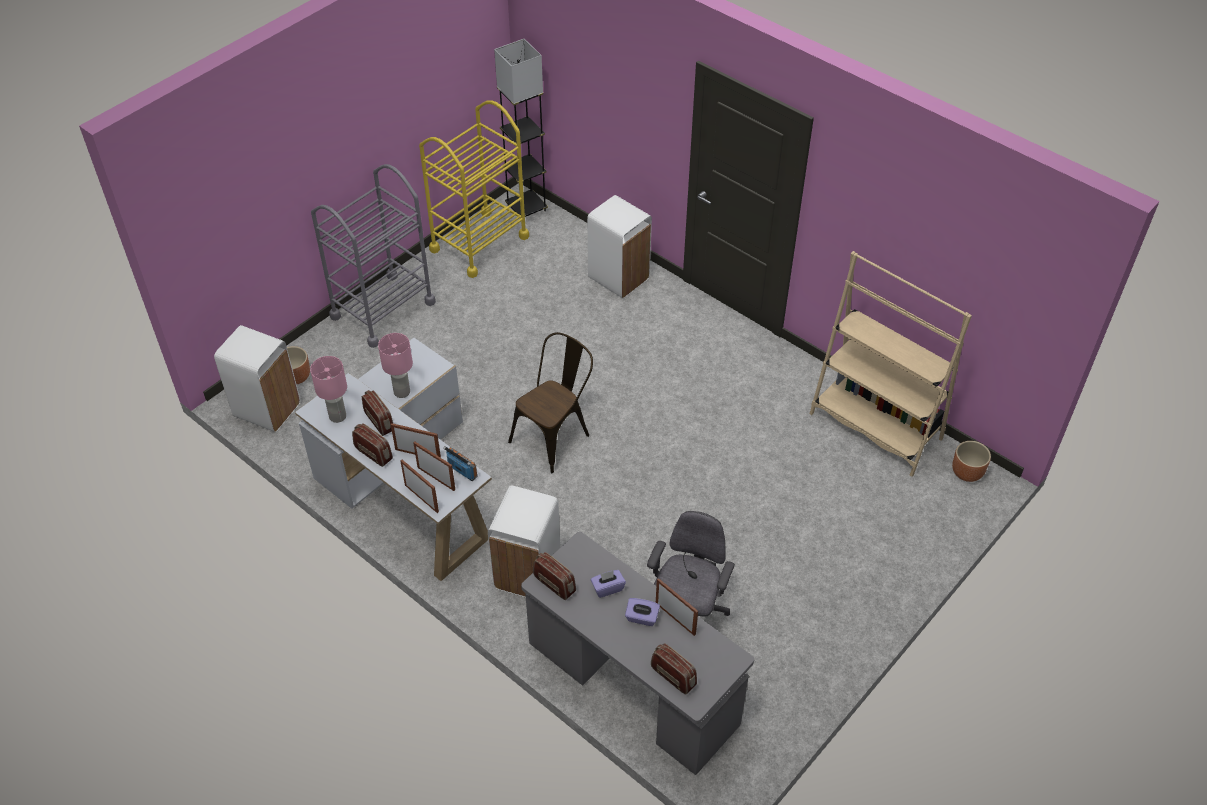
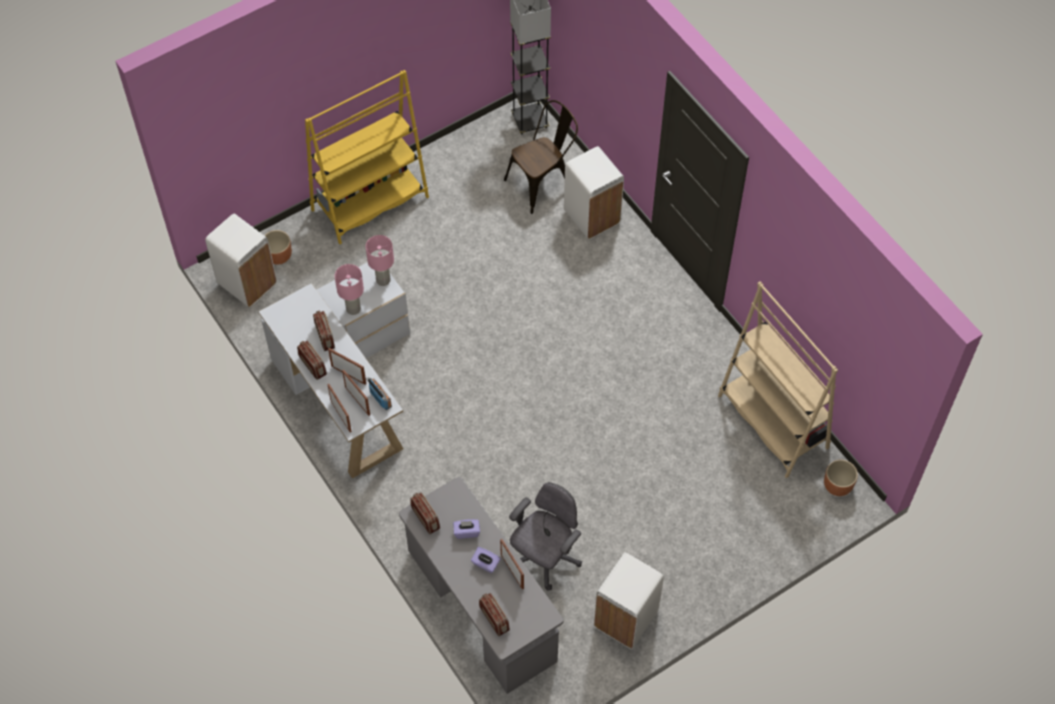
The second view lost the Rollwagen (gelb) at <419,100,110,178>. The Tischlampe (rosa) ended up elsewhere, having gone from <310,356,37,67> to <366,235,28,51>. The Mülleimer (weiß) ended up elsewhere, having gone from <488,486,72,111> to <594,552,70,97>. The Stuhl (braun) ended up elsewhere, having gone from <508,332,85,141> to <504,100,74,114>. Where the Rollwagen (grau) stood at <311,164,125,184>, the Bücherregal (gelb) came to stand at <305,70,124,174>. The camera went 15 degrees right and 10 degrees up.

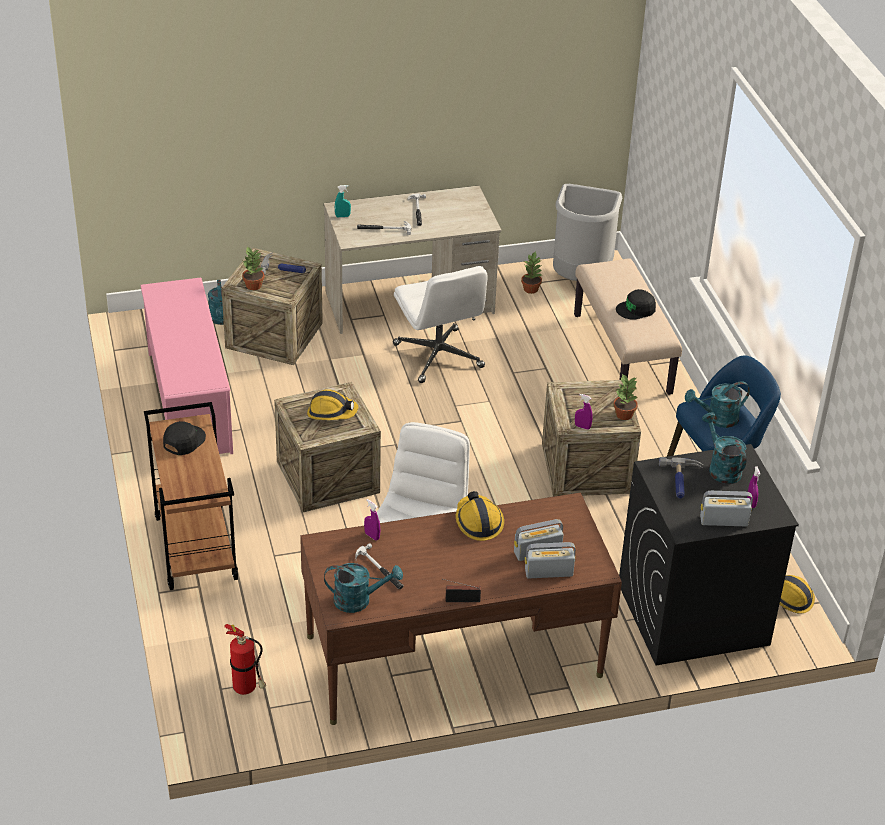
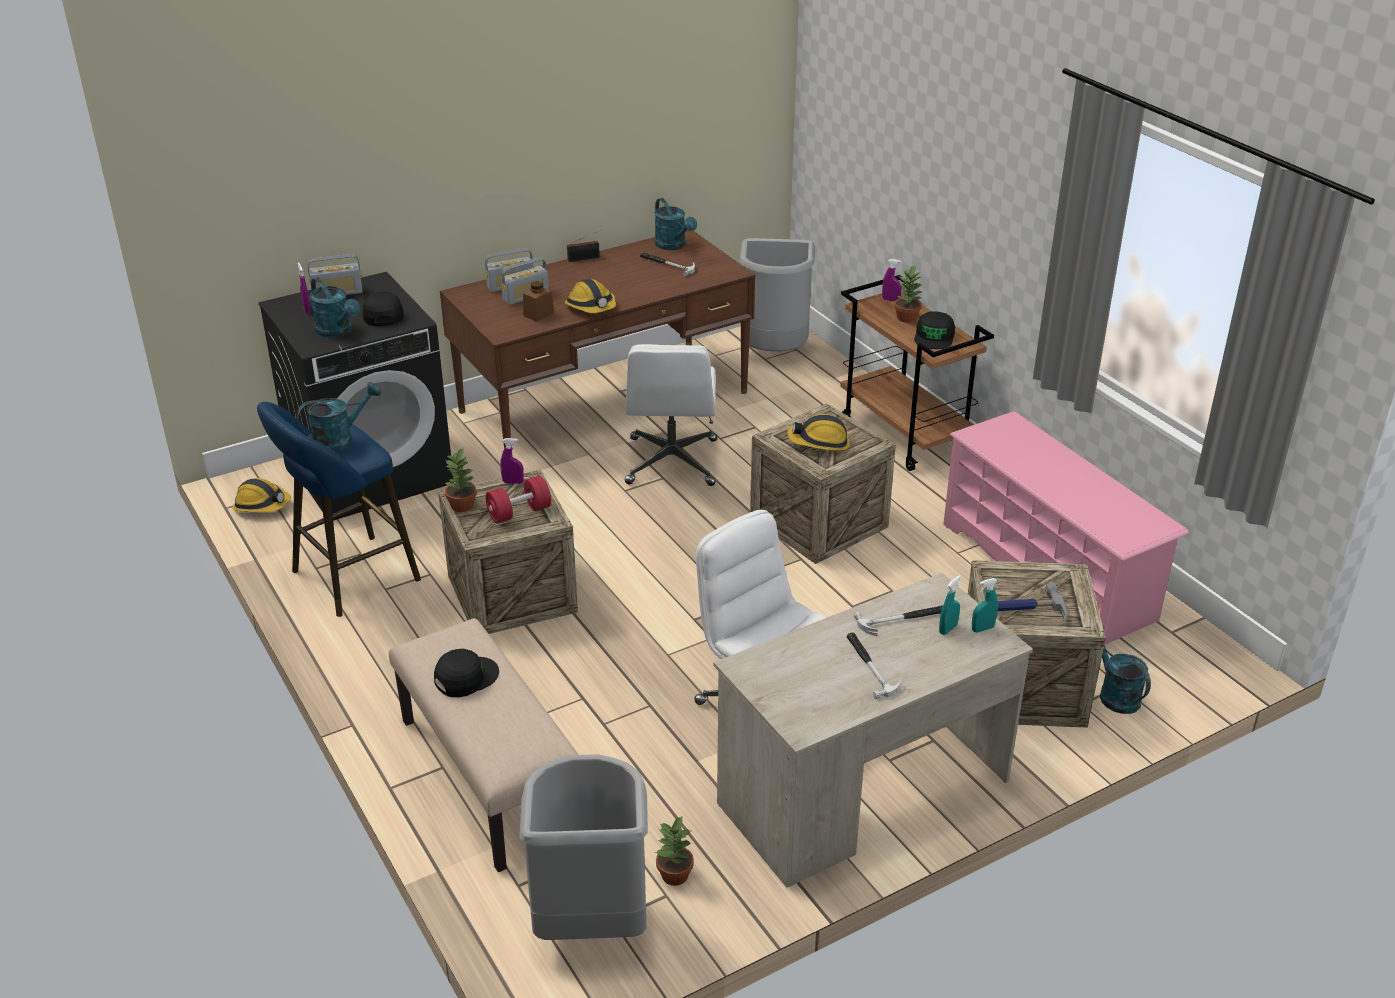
The second view gained the Hantel (rot) at <485,476,66,47>. The second view gained the Vorratsglas (braun) at <523,281,31,41>. The second view gained the Sprühflasche (türkis) at <939,575,22,60>. The Topfpflanze ended up elsewhere, having gone from <242,247,22,43> to <894,265,29,58>. The Sprühflasche (lila) ended up elsewhere, having gone from <364,499,16,41> to <882,259,20,43>. Where the Feuerlöscher stood at <224,624,42,71>, the Mülleimer (grau) came to stand at <739,238,76,114>. Where the Hammer stood at <659,457,44,42>, the Kappe (schwarz) came to stand at <362,292,42,34>. The Gießkanne (türkis) at <324,563,79,50> ended up facing another way, 105 degrees counterclockwise from before. The camera went 165 degrees right and 5 degrees down.

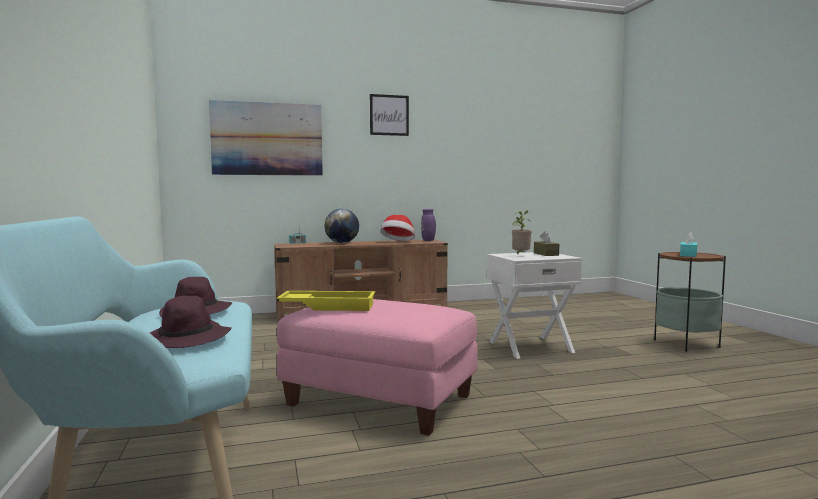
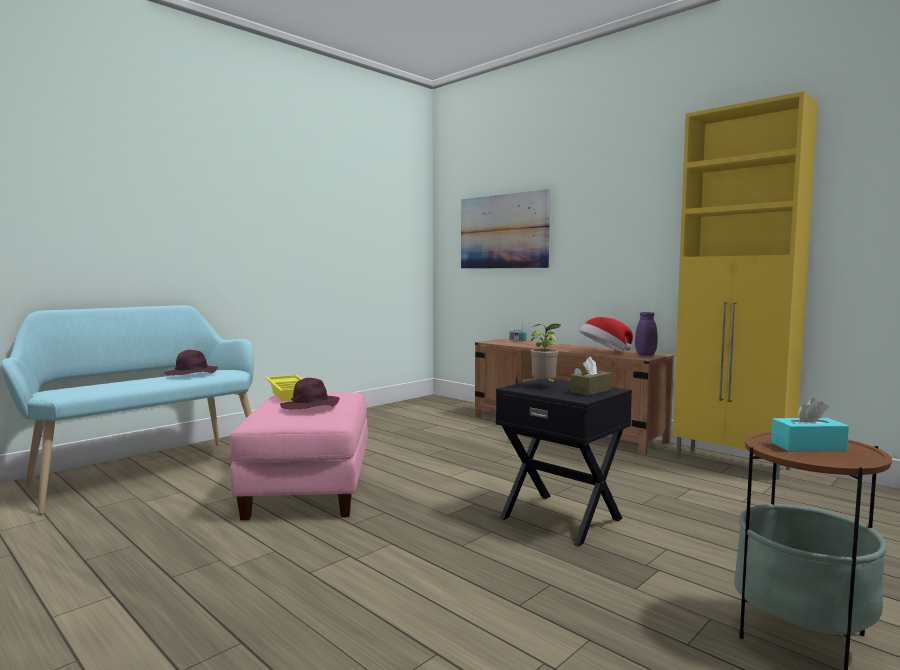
The second view lost the Globus at <325,209,34,34>. The second view lost the Bild at <370,94,39,42>. The second view gained the Schrank (gelb) at <673,91,145,389>. The Hut (lila) ended up elsewhere, having gone from <150,296,82,52> to <280,378,59,32>. What was the Beistelltisch (weiß) at <487,252,95,107> turned into the Beistelltisch (schwarz) at <496,379,136,168>. The camera went 60 degrees right and 0 degrees up.

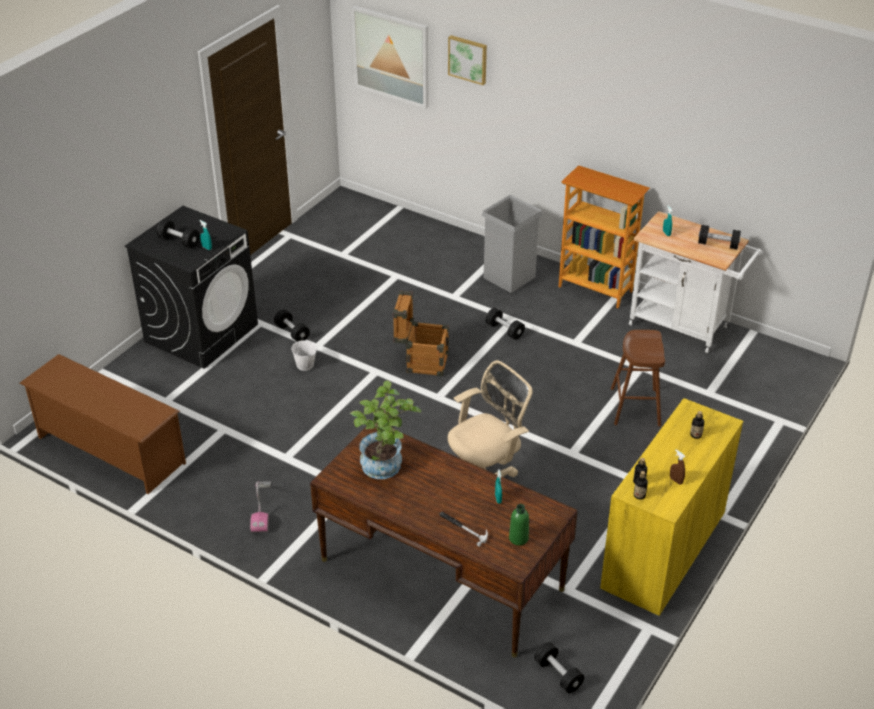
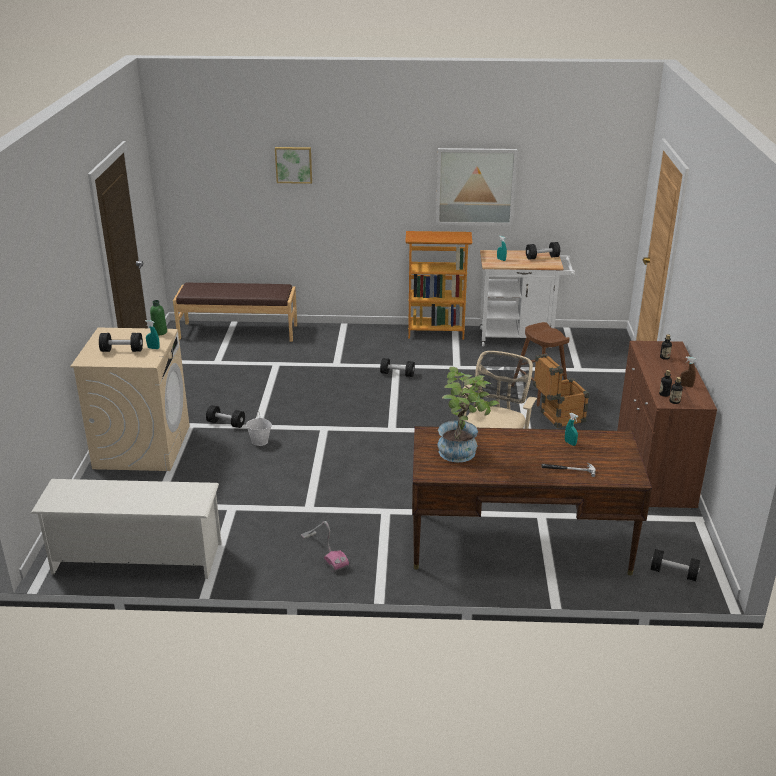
The second view lost the Mülleimer (grau) at <482,195,61,98>. The second view gained the Bank (braun) at <173,283,124,59>. The Bild ended up elsewhere, having gone from <351,6,78,103> to <436,148,82,78>. The Kiste ended up elsewhere, having gone from <393,291,56,85> to <533,354,56,74>. The Flasche (grün) ended up elsewhere, having gone from <509,504,20,42> to <150,300,17,35>. What was the Schuhregal (braun) at <19,354,167,140> turned into the Schuhregal (weiß) at <30,479,192,100>. What was the Waschmaschine (schwarz) at <125,206,133,163> turned into the Waschmaschine (beige) at <70,328,120,143>. What was the Schrank (gelb) at <600,398,143,219> turned into the Schrank (braun) at <617,341,100,169>. The camera went 30 degrees left and 10 degrees down.

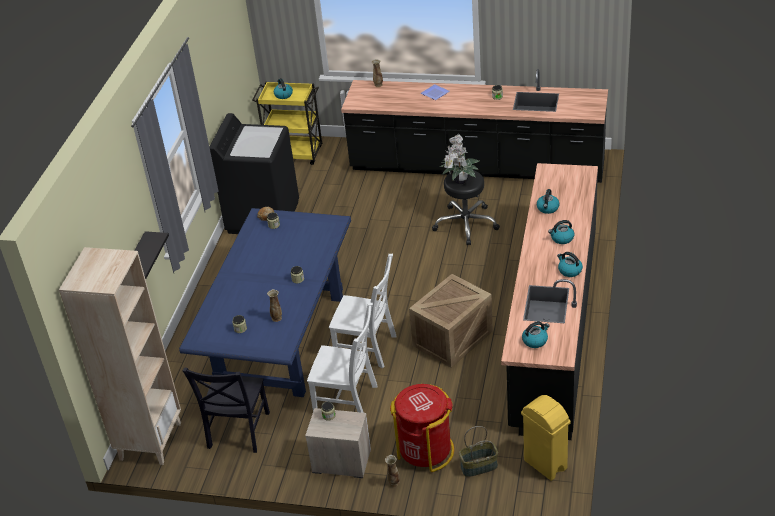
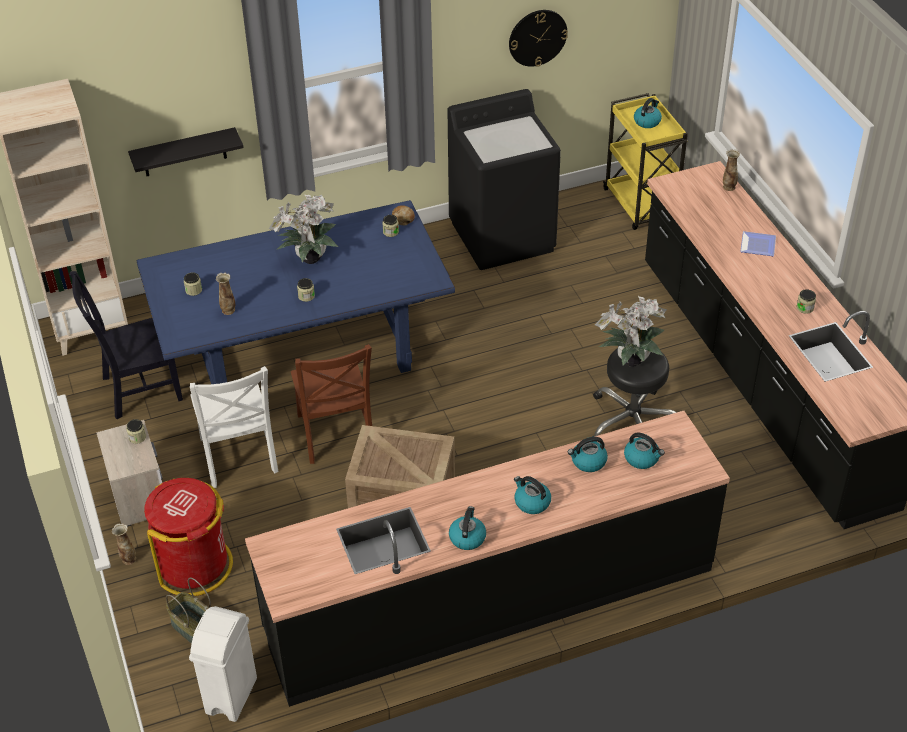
The second view gained the Topfpflanze at <269,195,69,69>. The second view gained the Wanduhr at <509,10,59,57>. The Wasserkessel ended up elsewhere, having gone from <522,321,28,27> to <624,432,41,37>. What was the Stuhl (weiß) at <329,254,67,114> turned into the Stuhl (braun) at <291,344,81,120>. What was the Mülleimer (gelb) at <521,395,50,86> turned into the Mülleimer (weiß) at <189,606,68,116>. The camera went 55 degrees right and 5 degrees up.

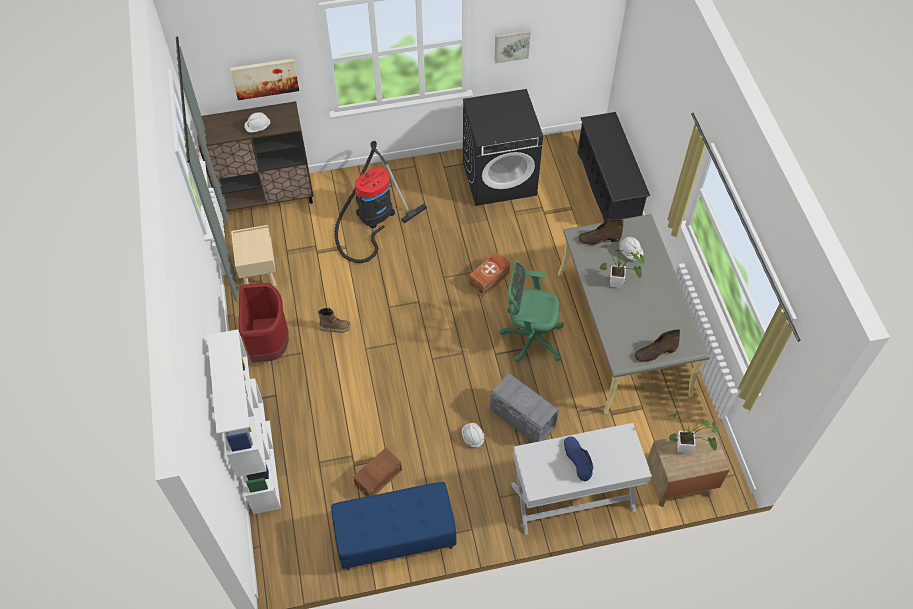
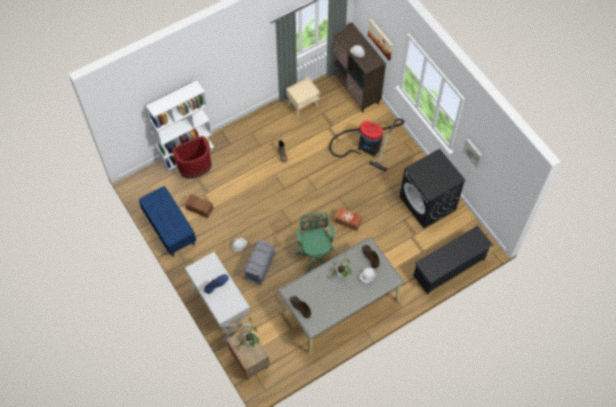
The Mülleimer (rot) ended up elsewhere, having gone from <239,283,50,80> to <172,136,40,43>. The camera went 70 degrees right and 5 degrees up.

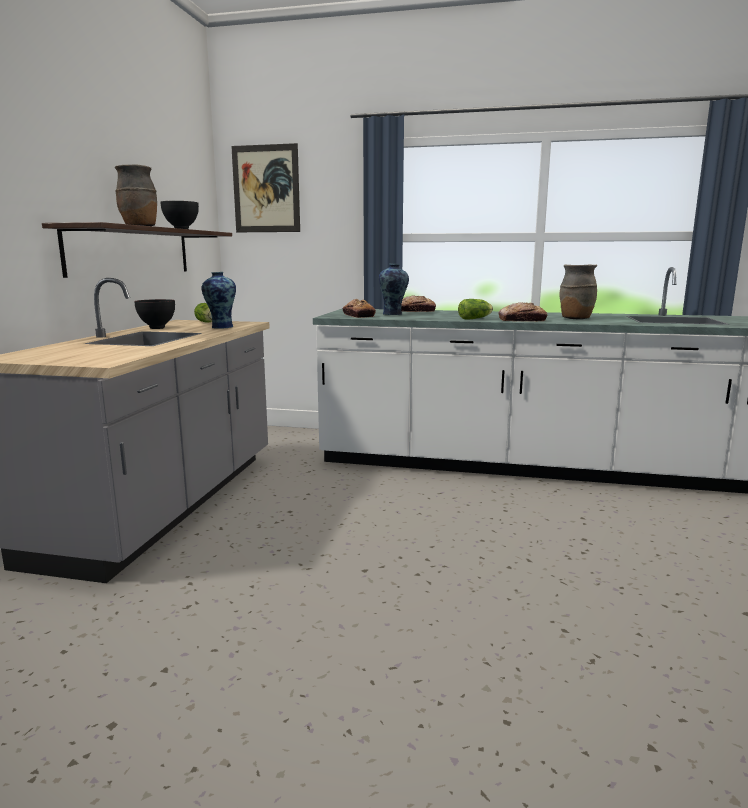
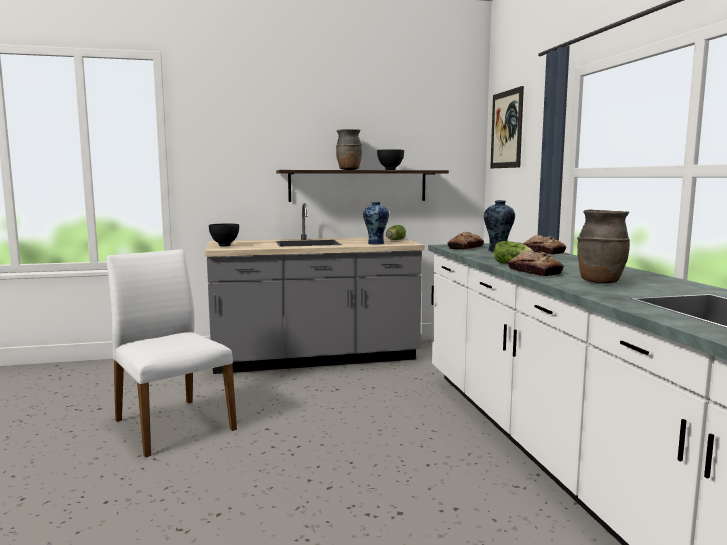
The second view gained the Stuhl (weiß) at <107,250,130,207>. The Schüssel (schwarz) ended up elsewhere, having gone from <134,299,41,30> to <209,223,30,24>. The camera went 65 degrees right and 5 degrees down.

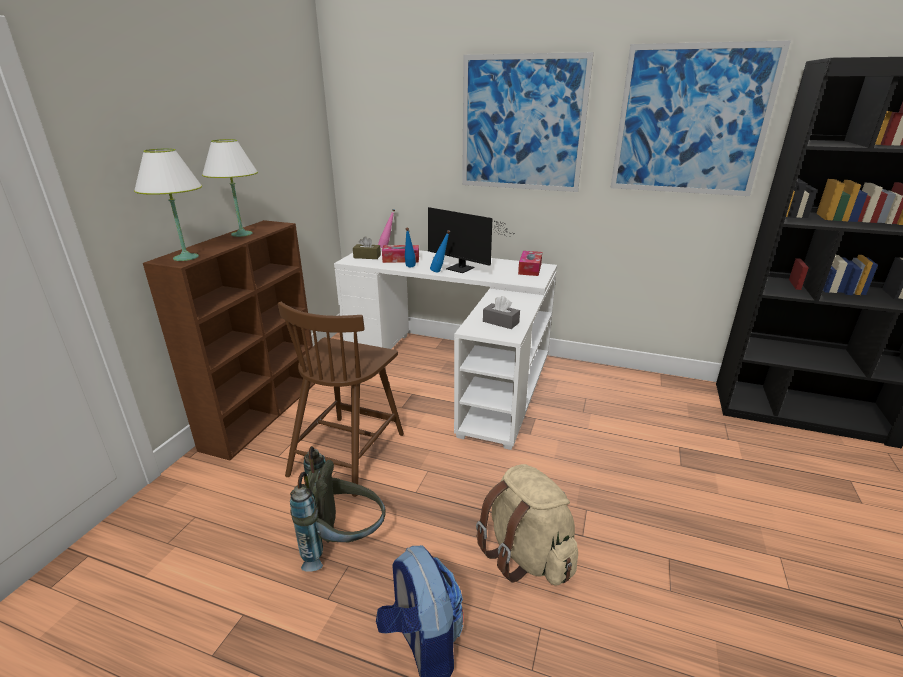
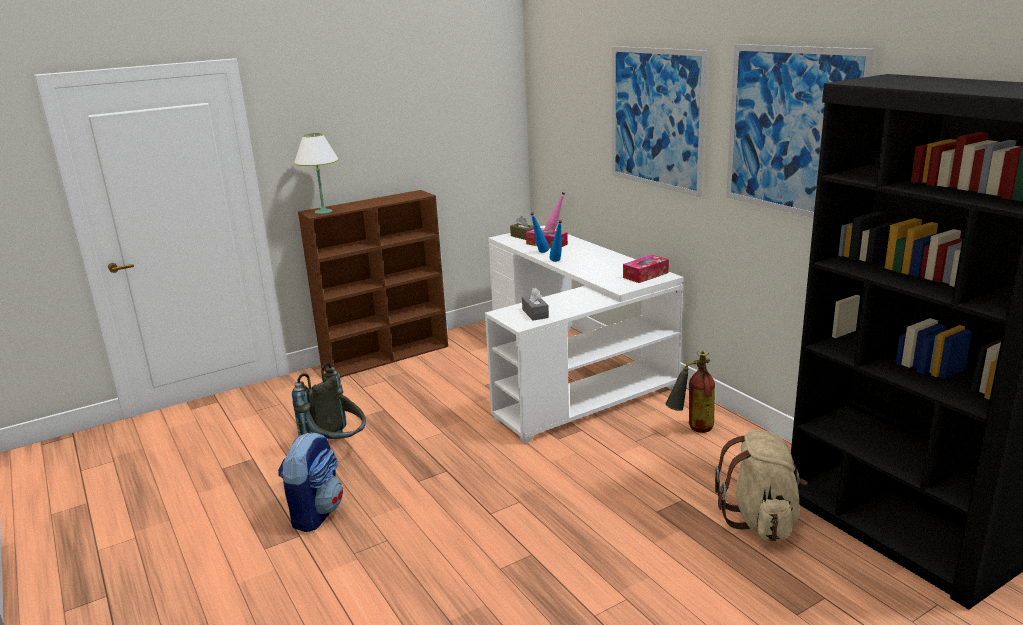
The second view lost the Tischlampe (weiß) at <202,139,56,98>. The second view lost the Stuhl (braun) at <278,302,126,195>. The second view lost the Monitor at <428,207,83,66>. The second view gained the Feuerlöscher at <665,351,50,82>. The Rucksack (beige) ended up elsewhere, having gone from <476,464,102,122> to <715,430,92,111>. The camera went 40 degrees right and 5 degrees down.

